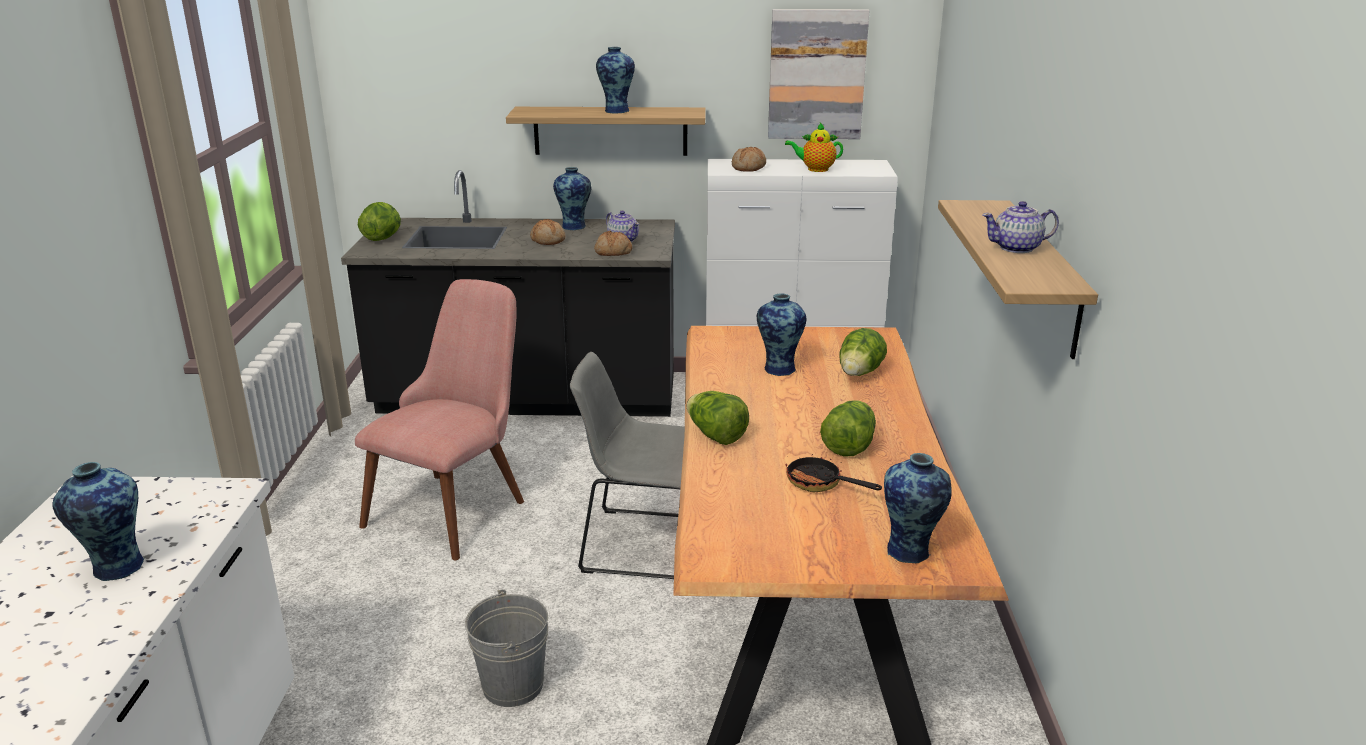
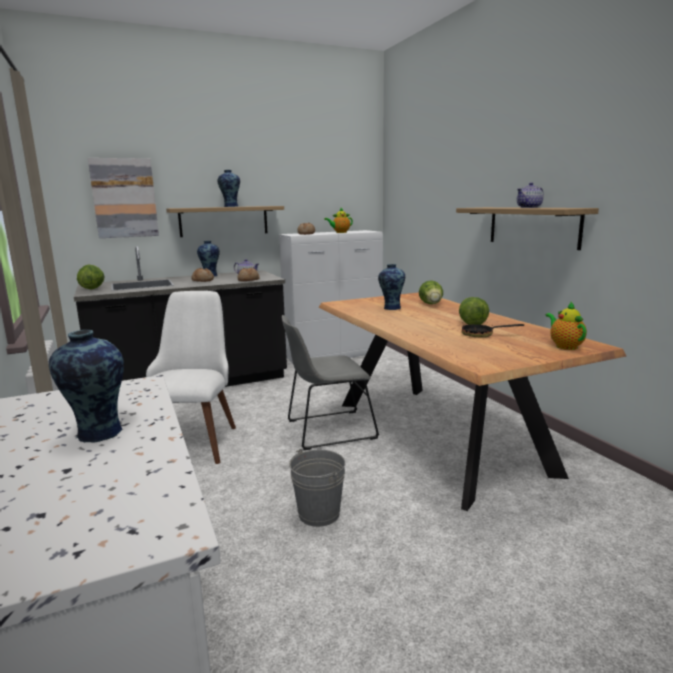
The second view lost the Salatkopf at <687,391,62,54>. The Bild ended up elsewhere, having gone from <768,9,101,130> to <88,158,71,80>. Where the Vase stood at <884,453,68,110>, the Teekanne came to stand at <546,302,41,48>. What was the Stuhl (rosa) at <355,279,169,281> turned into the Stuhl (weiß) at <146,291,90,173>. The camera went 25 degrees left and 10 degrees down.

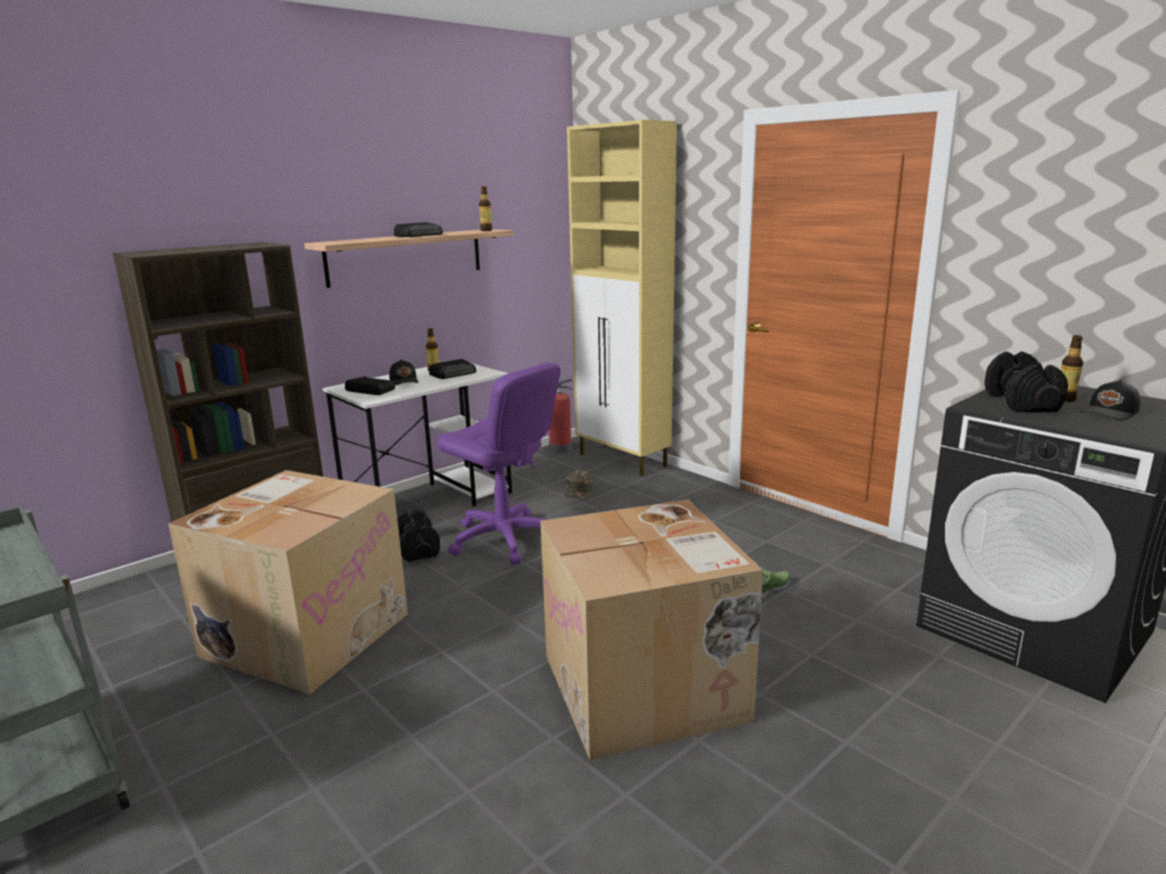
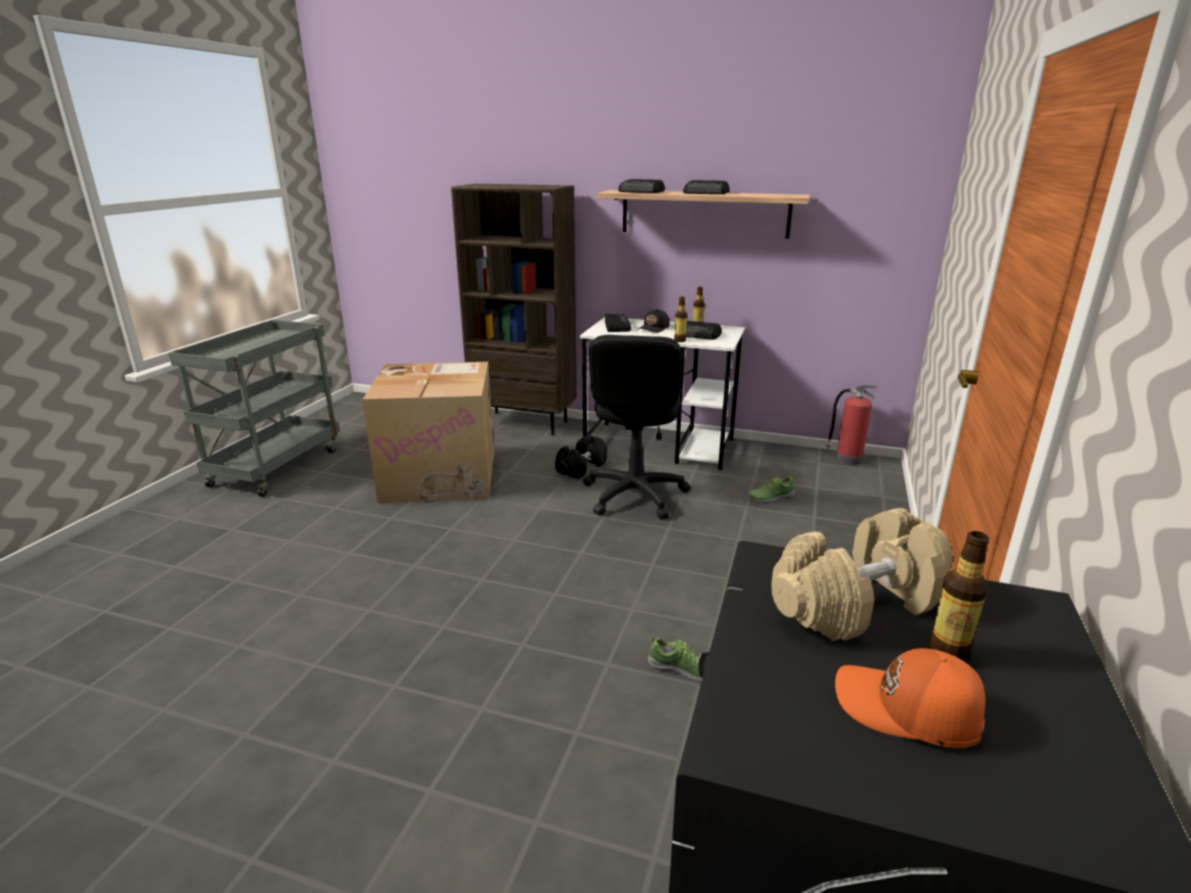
The second view lost the Karton at <540,500,223,260>. The second view lost the Schrank (beige) at <567,120,110,356>. The second view gained the Radio at <618,179,46,14>. The Flasche ended up elsewhere, having gone from <479,186,13,45> to <674,297,14,45>. Where the Kappe (grün) stood at <565,470,28,28>, the Schuh came to stand at <748,476,47,28>. What was the Bürostuhl (lila) at <437,363,124,202> turned into the Bürostuhl (schwarz) at <583,335,108,184>. What was the Hantel (schwarz) at <984,351,84,61> turned into the Hantel (beige) at <771,508,182,133>. What was the Kappe (schwarz) at <1081,380,60,40> turned into the Kappe (orange) at <835,648,150,100>. The camera went 60 degrees right and 5 degrees up.

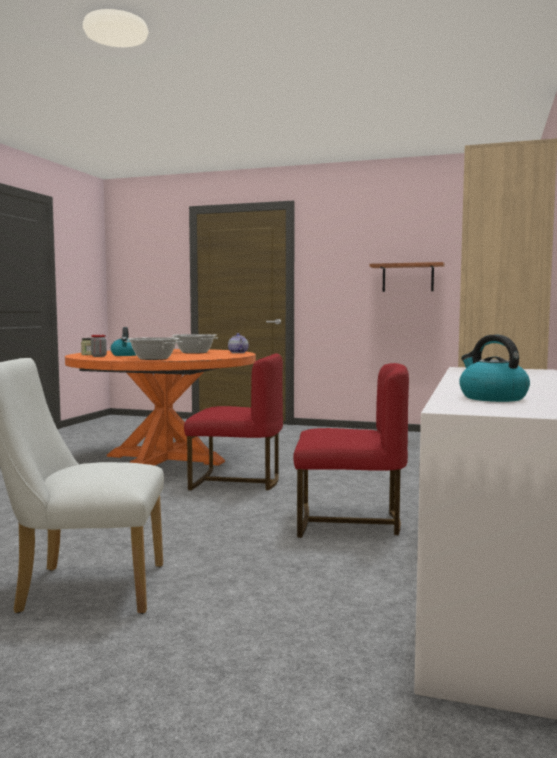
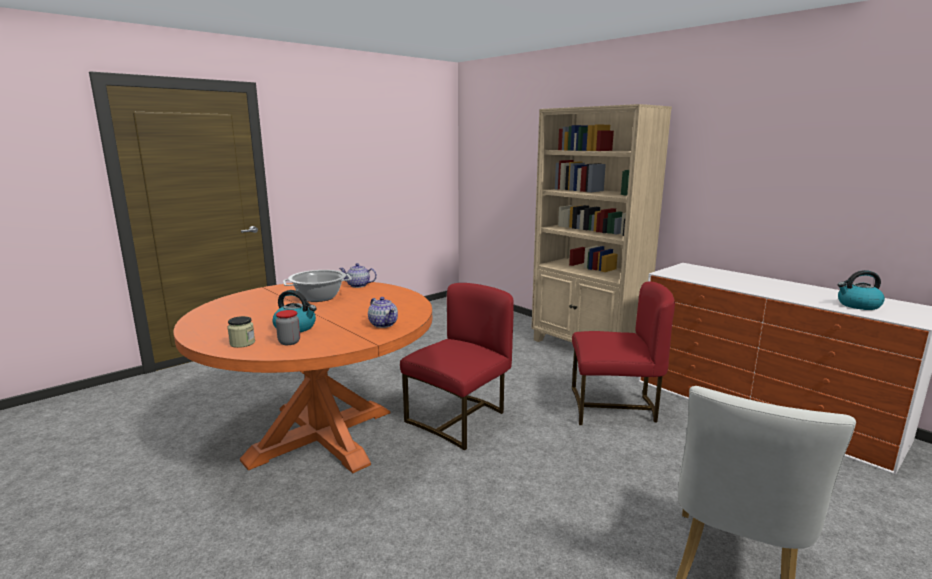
The second view lost the Wandregal at <369,262,76,30>. Where the Kochtopf stood at <124,337,59,23>, the Teekanne came to stand at <368,297,30,31>. The Stuhl (rot) at <293,363,116,175> ended up facing another way, 60 degrees clockwise from before. The camera went 60 degrees left and 10 degrees up.

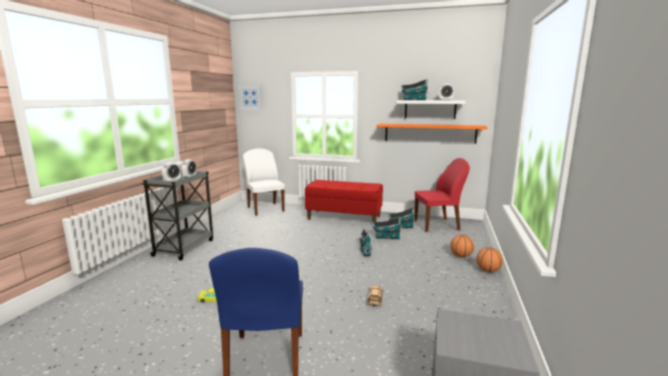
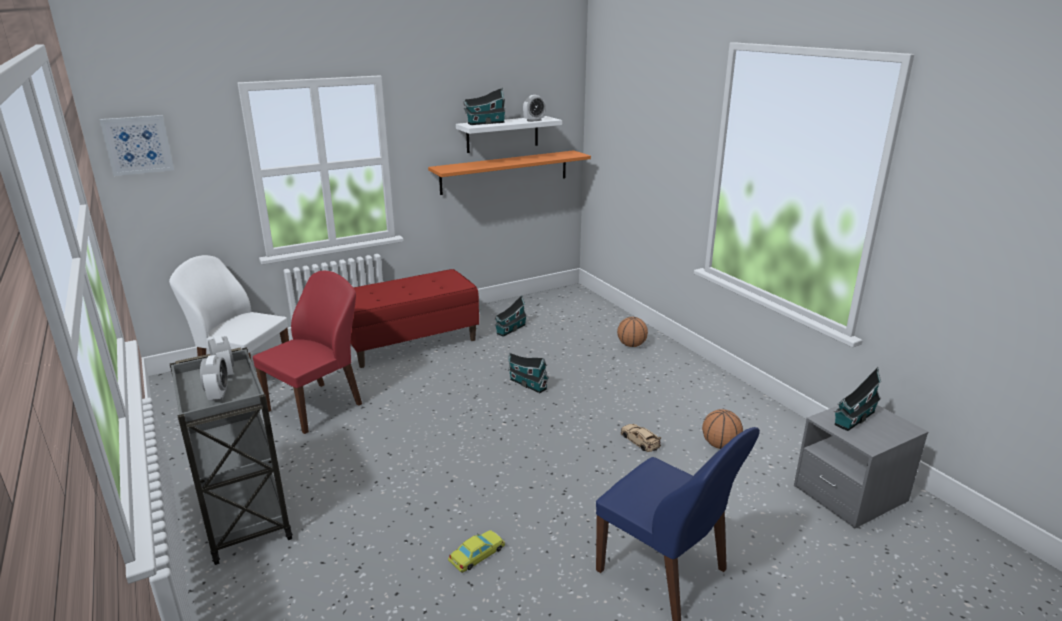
The Spielzeughaus ended up elsewhere, having gone from <372,217,30,22> to <833,367,48,64>. The Stuhl (rot) ended up elsewhere, having gone from <414,158,56,74> to <253,271,109,163>. The Basketball ended up elsewhere, having gone from <476,247,27,25> to <702,409,41,40>. The camera went 45 degrees left and 10 degrees up.

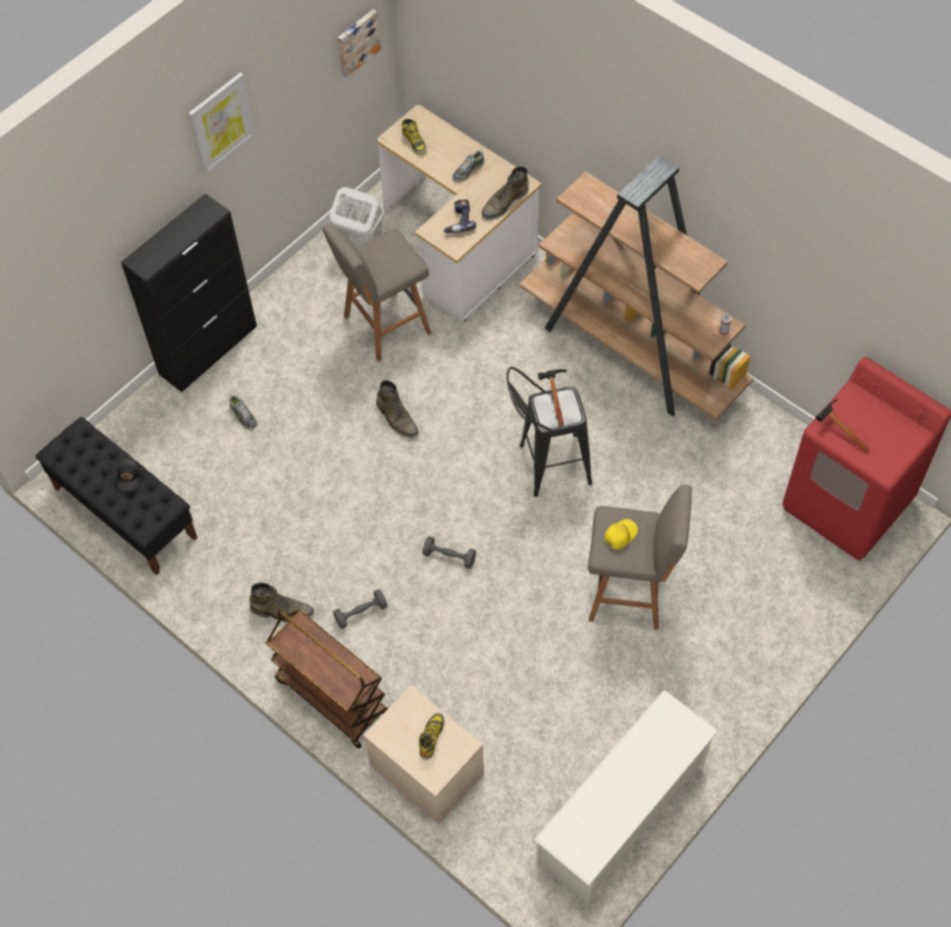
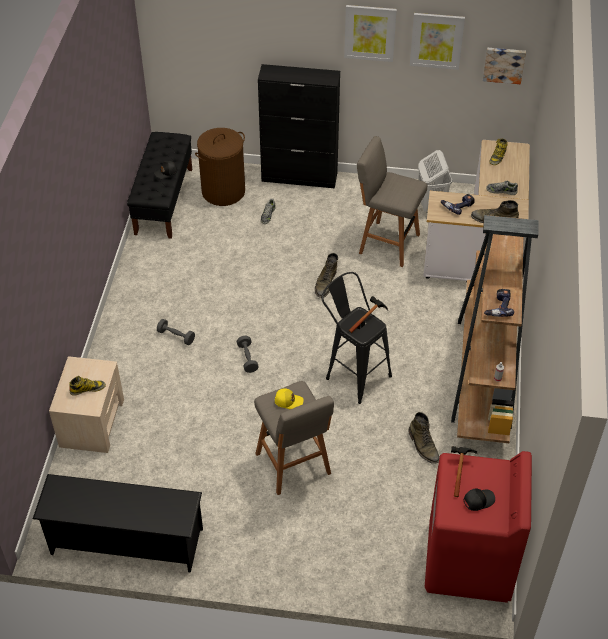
The second view lost the Rollwagen (braun) at <266,610,122,139>. The second view gained the Wäschekorb (braun) at <195,128,50,78>. The second view gained the Bild at <410,13,55,57>. The second view gained the Kappe (schwarz) at <463,489,32,22>. The second view gained the Bohrmaschine at <484,289,30,28>. The Stiefel (grün) ended up elsewhere, having gone from <250,583,64,40> to <408,412,31,52>. What was the Schuhregal (weiß) at <534,690,184,215> turned into the Schuhregal (schwarz) at <33,474,170,98>. The camera went 55 degrees right and 10 degrees down.

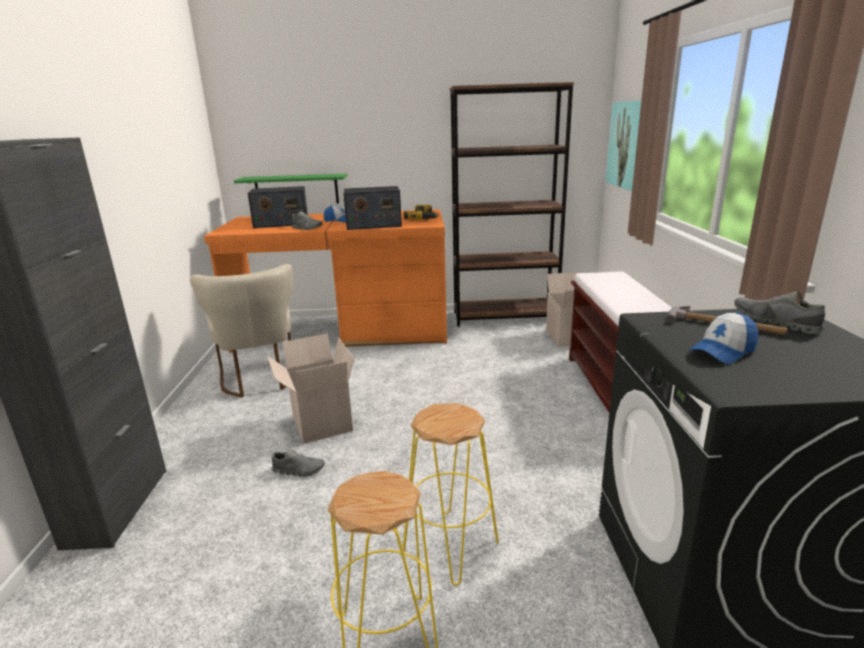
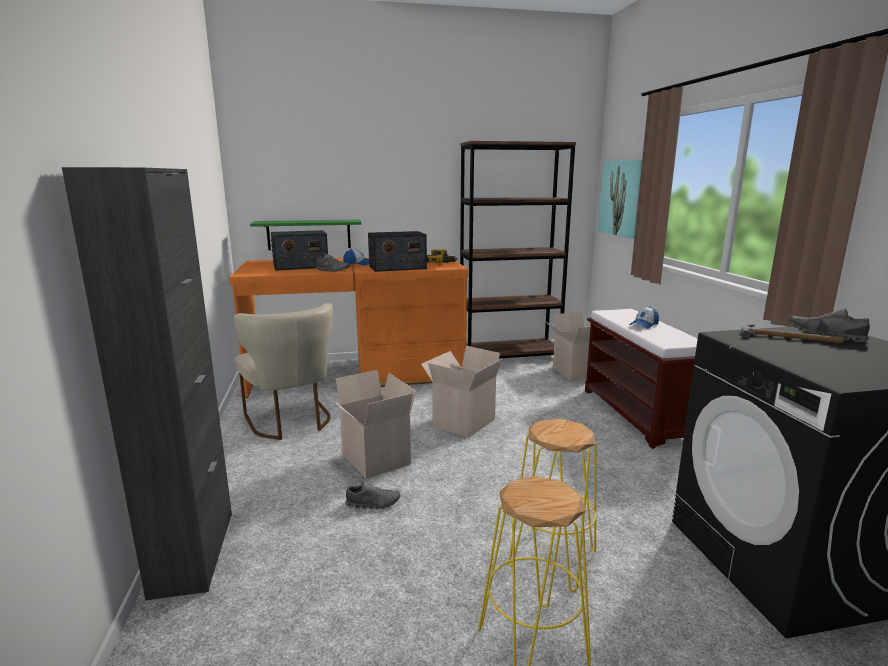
The second view gained the Karton at <421,346,82,92>. The Kappe ended up elsewhere, having gone from <689,312,69,52> to <630,306,29,23>. The camera went 10 degrees left and 5 degrees down.

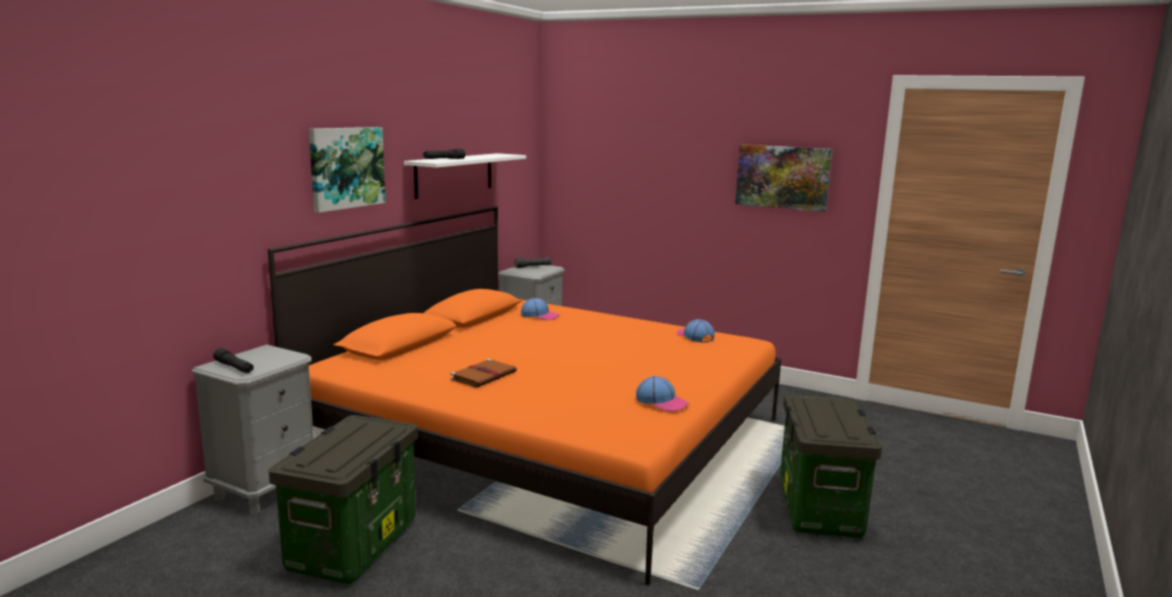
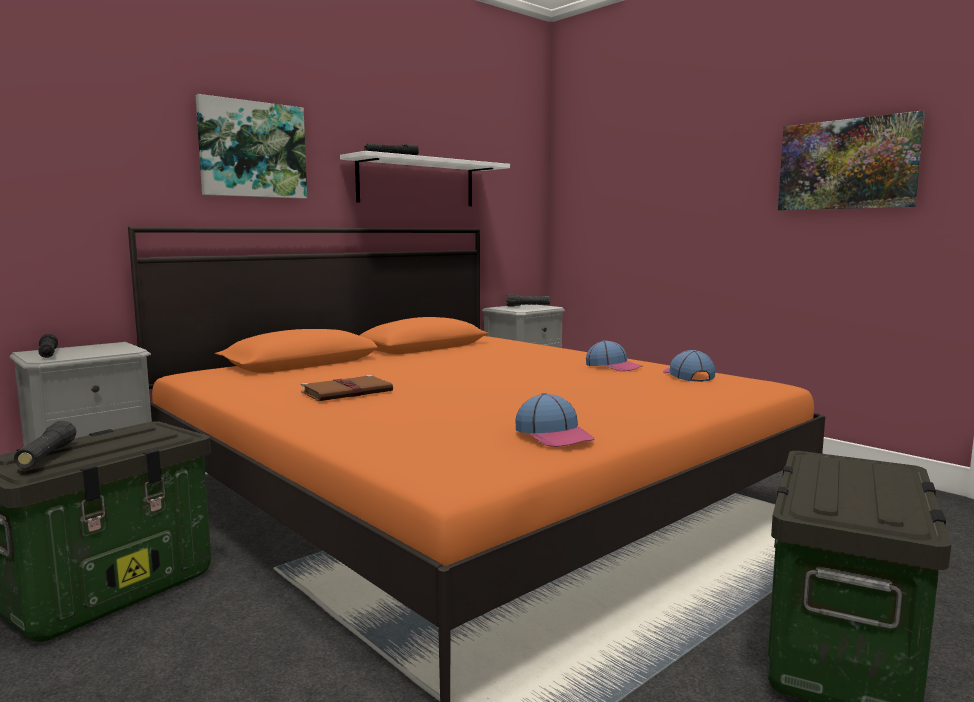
The second view gained the Taschenlampe (schwarz) at <14,420,62,48>. The Kappe ended up elsewhere, having gone from <521,298,39,22> to <586,340,56,31>. The camera went 20 degrees right and 5 degrees down.

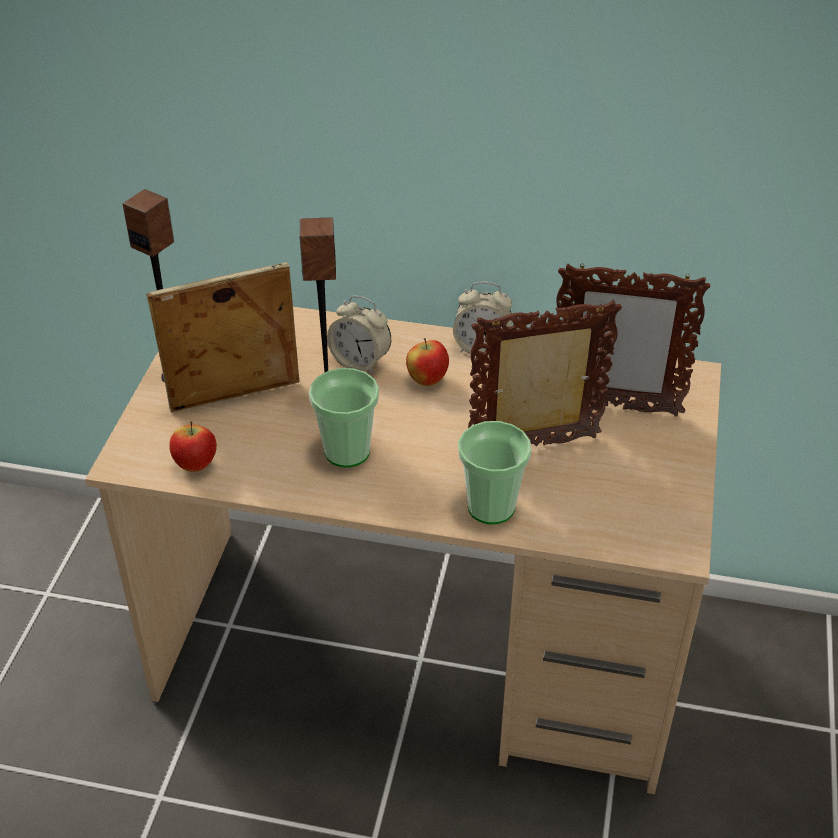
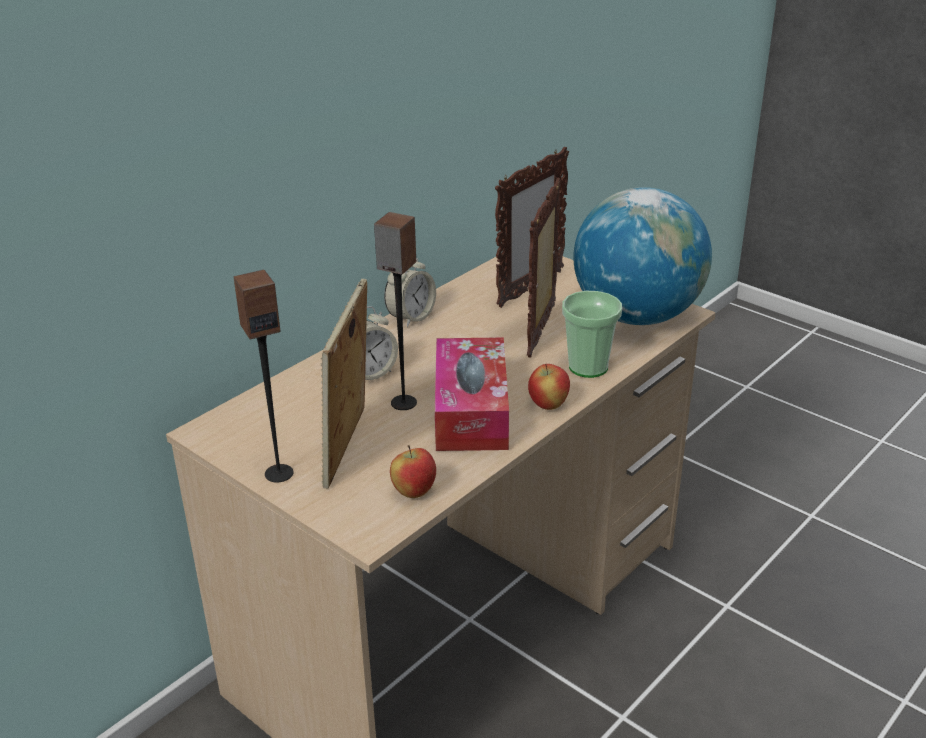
The second view gained the Globus at <573,187,139,138>. The Apfel ended up elsewhere, having gone from <406,338,43,48> to <528,364,42,46>. Where the Tasse stood at <309,368,70,100>, the Taschentuchbox came to stand at <435,337,74,114>. The camera went 60 degrees left and 10 degrees down.

